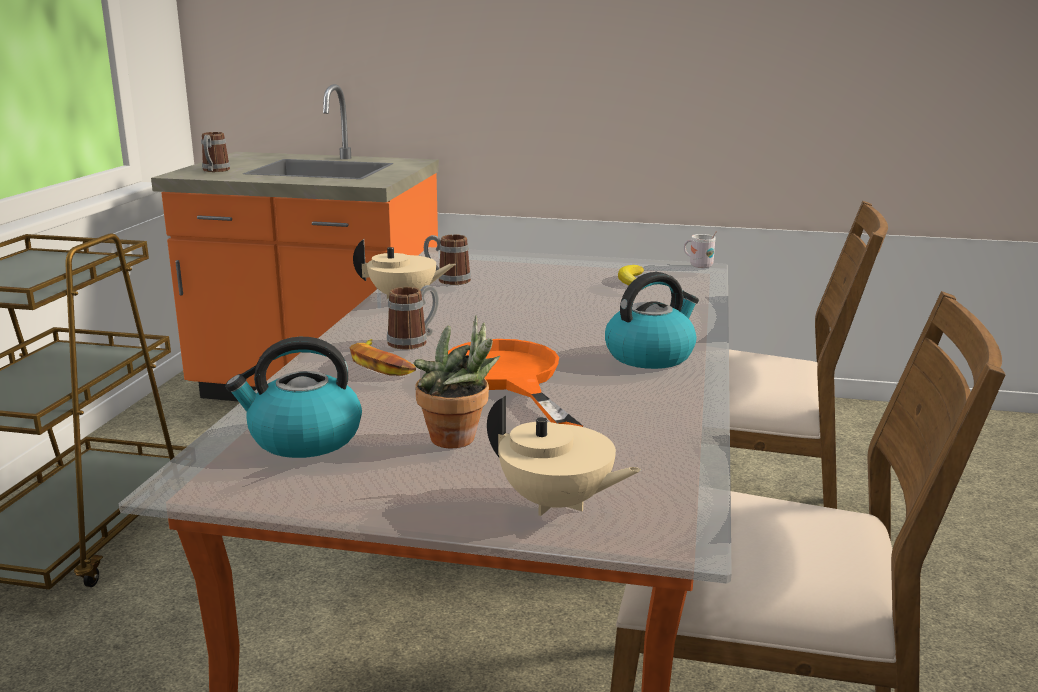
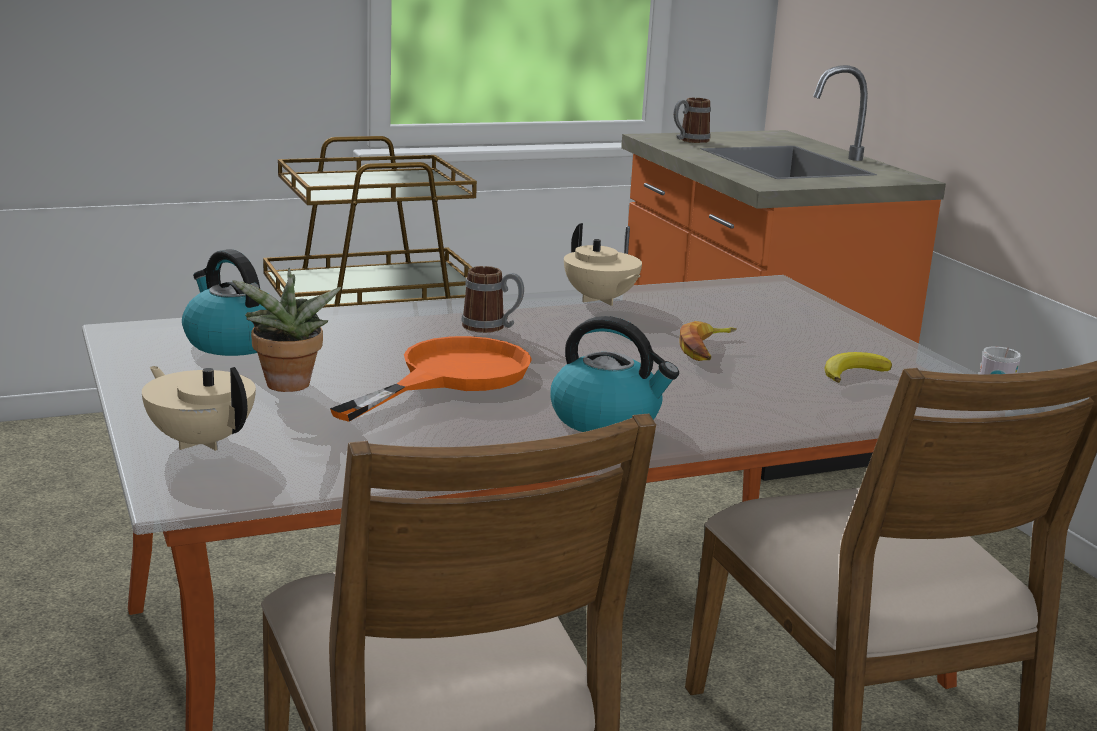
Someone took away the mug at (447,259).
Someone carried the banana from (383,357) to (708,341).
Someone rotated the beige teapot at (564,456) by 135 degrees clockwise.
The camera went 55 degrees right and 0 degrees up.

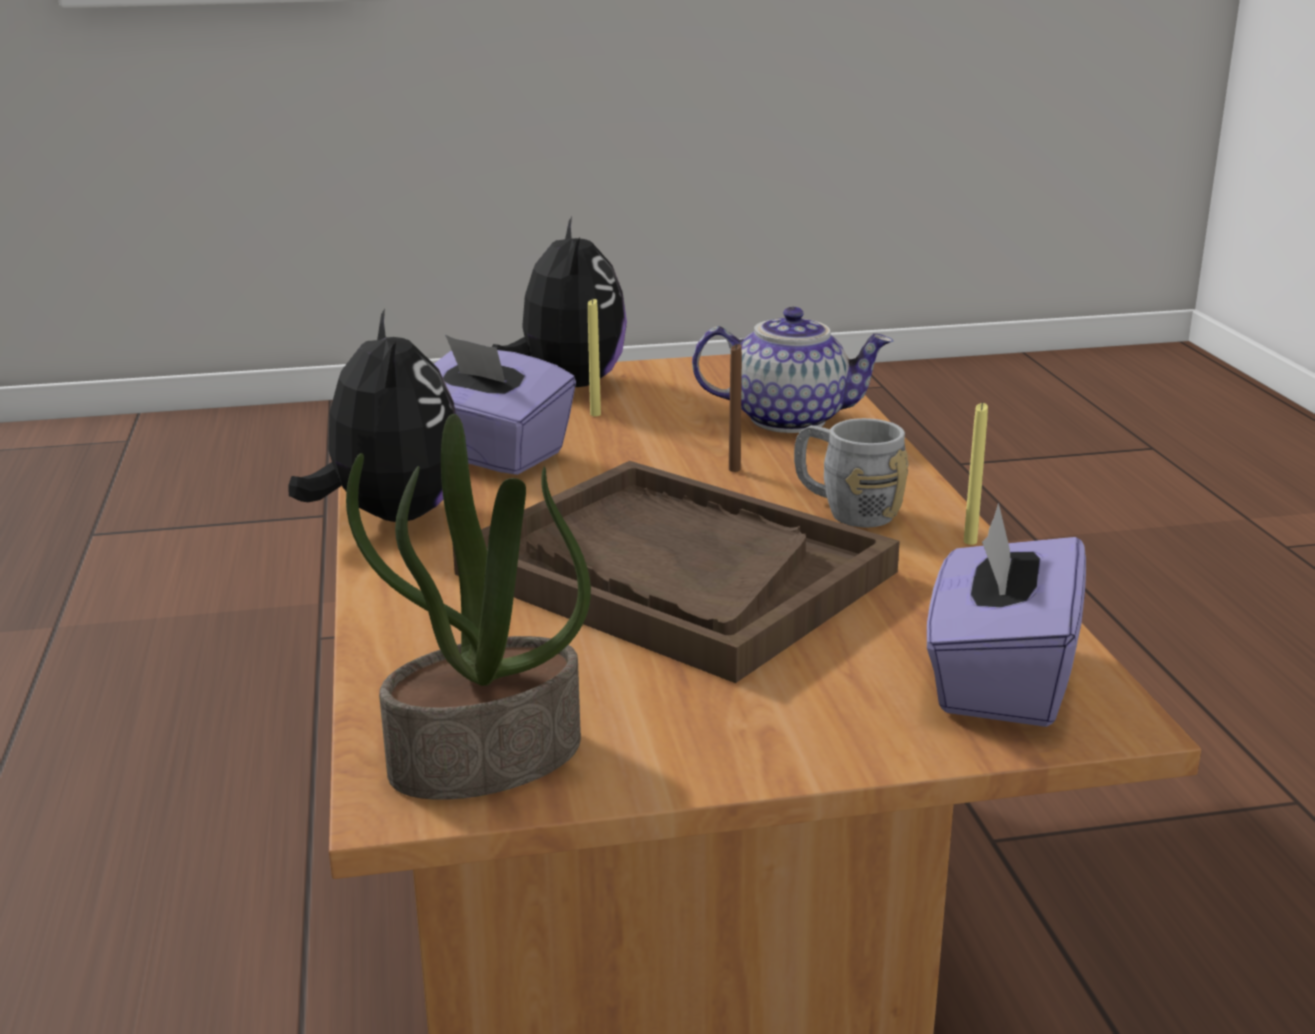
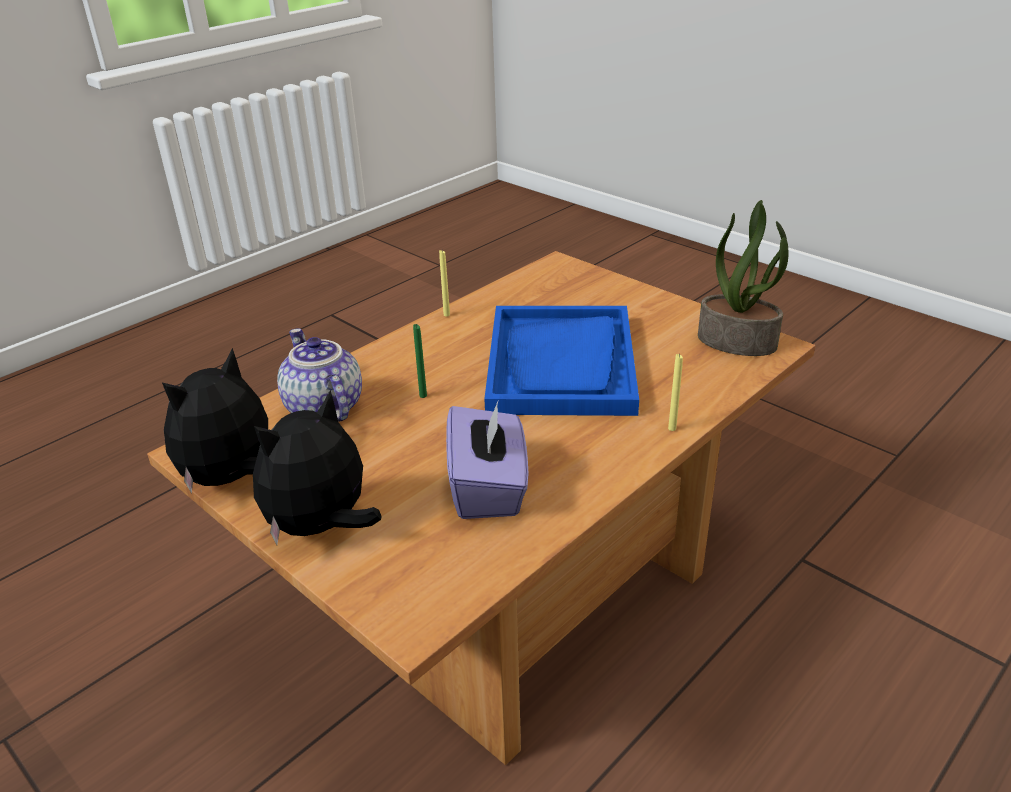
Someone took away the grey mug at (851,472).
Someone took away the purple tissue box at (1006,615).
Someone carried the plush toy from (372,415) to (215,421).
Someone carried the yellow candle from (594,357) to (675,392).
Someone repainted the brown tray at (676,572), which became the blue tray at (561,361).
Someone repainted the brown candle at (735,407), which became the green candle at (420,361).
The camera went 125 degrees left and 10 degrees up.

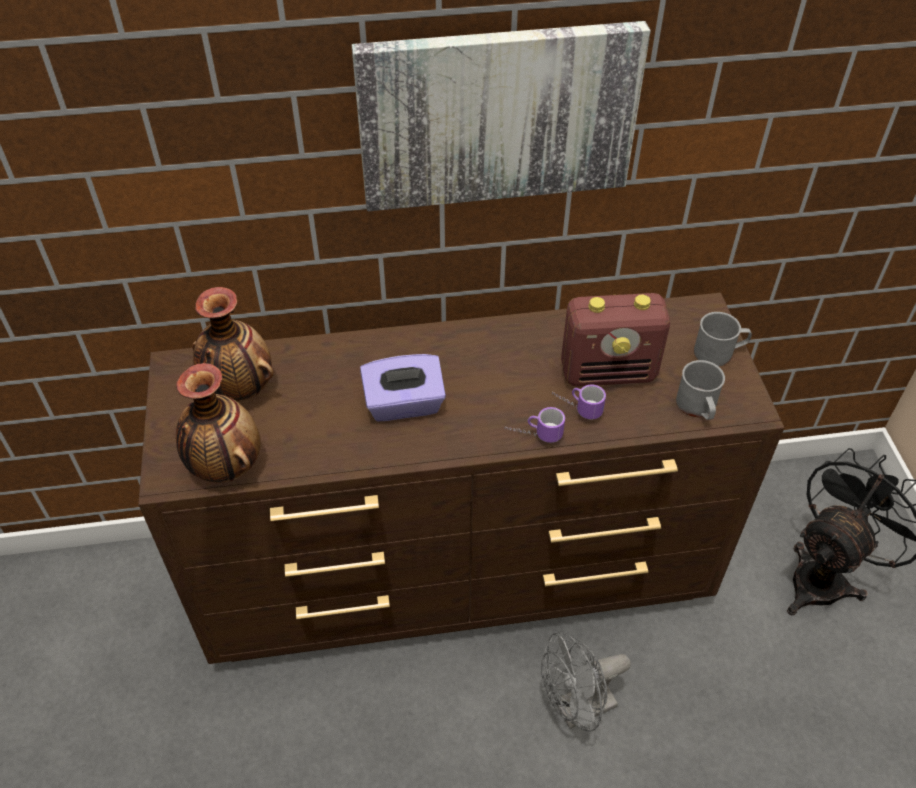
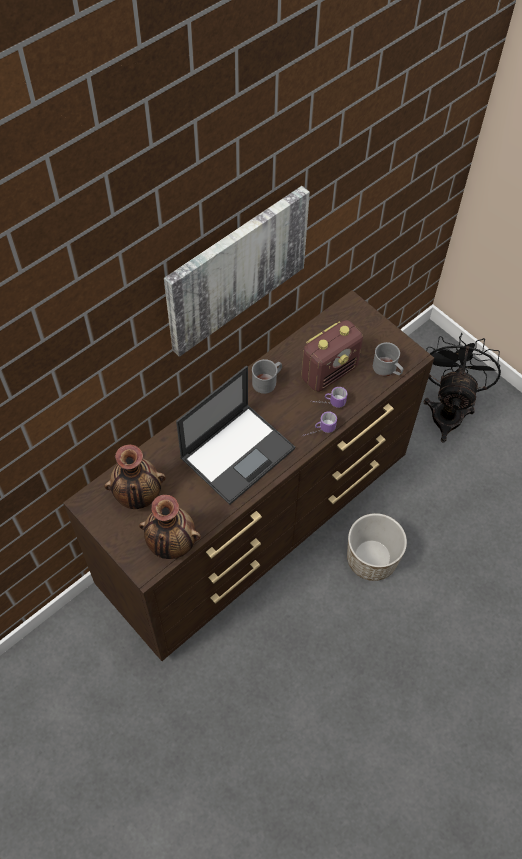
Someone carried the grey mug from (723,339) to (267,376).
Someone swapped the purple tissue box at (403,387) for the laptop at (235,435).
Someone swapped the grey fan at (586,681) for the planter at (377,547).
The camera went 35 degrees left and 10 degrees up.

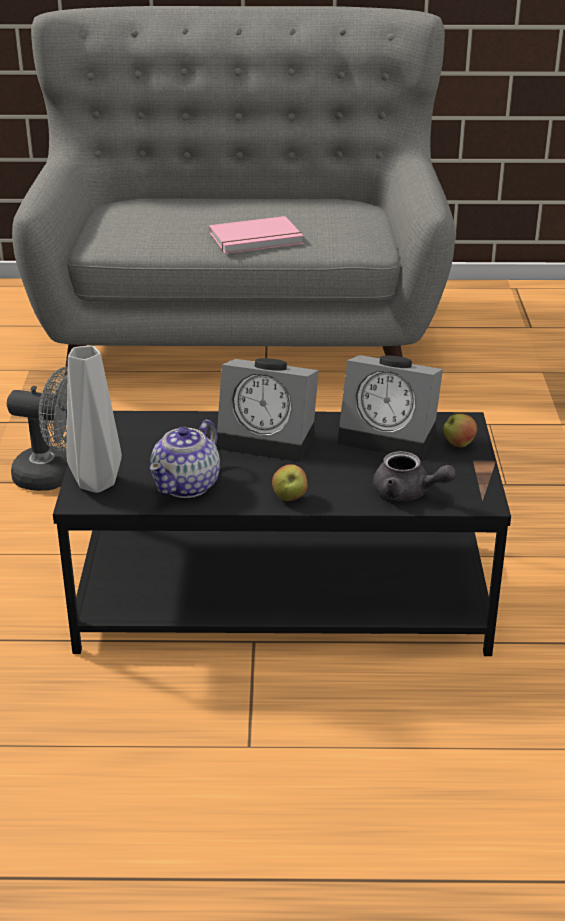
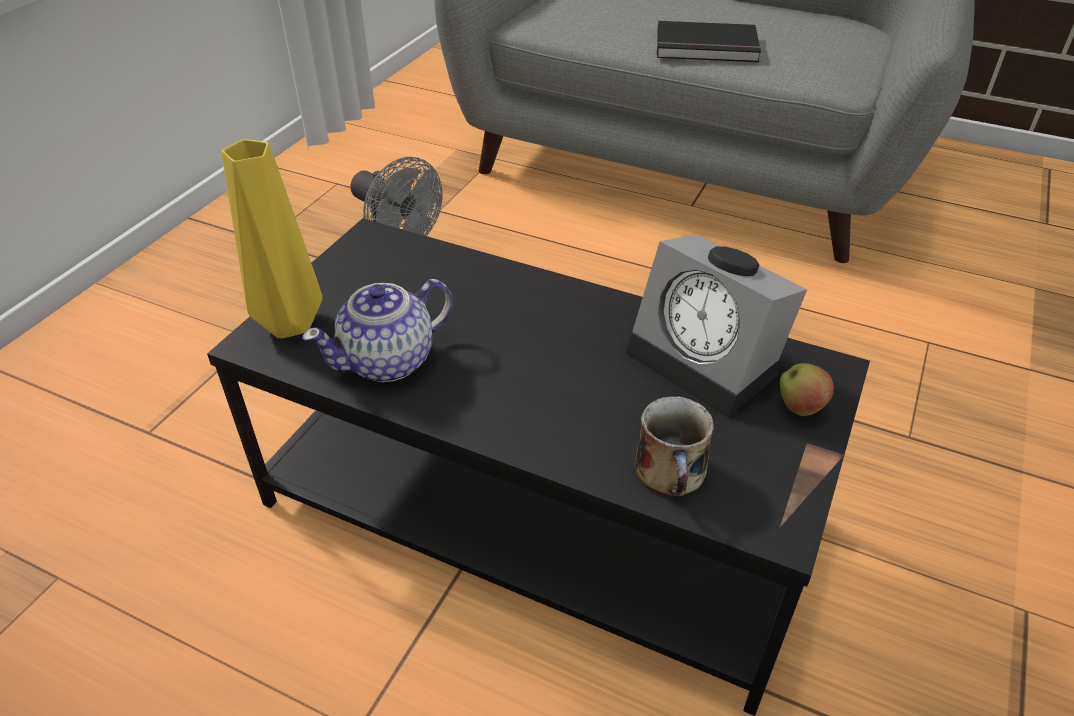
Someone took away the alarm clock at (267,410).
Someone took away the apple at (289,482).
Someone swapped the grey teapot at (414,476) for the mug at (674,446).
Someone repainted the grey vase at (94,419), which became the yellow vase at (272,239).
Someone repainted the pink book at (256,235), which became the black book at (708,41).
The camera went 25 degrees right and 10 degrees up.

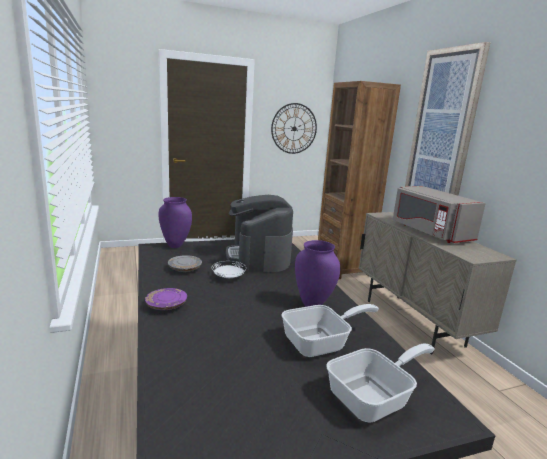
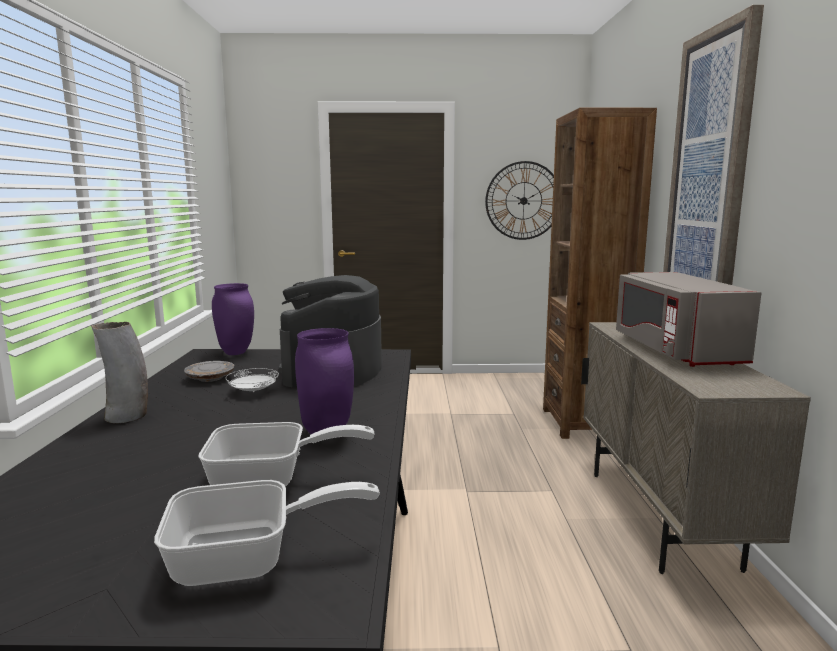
Someone swapped the purple plate at (166,299) for the vase at (119,372).
The camera went 20 degrees right and 5 degrees down.

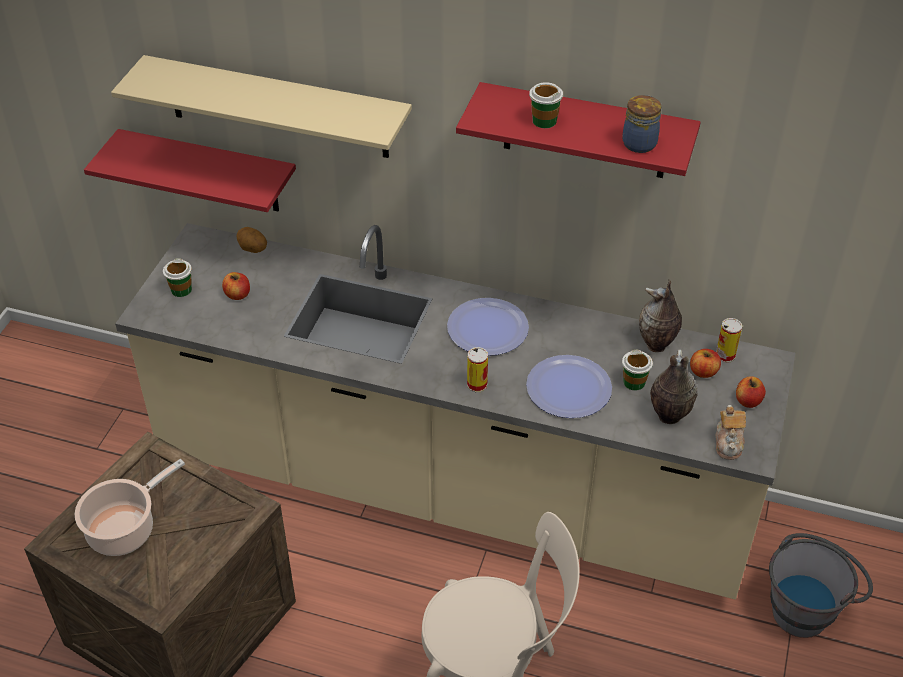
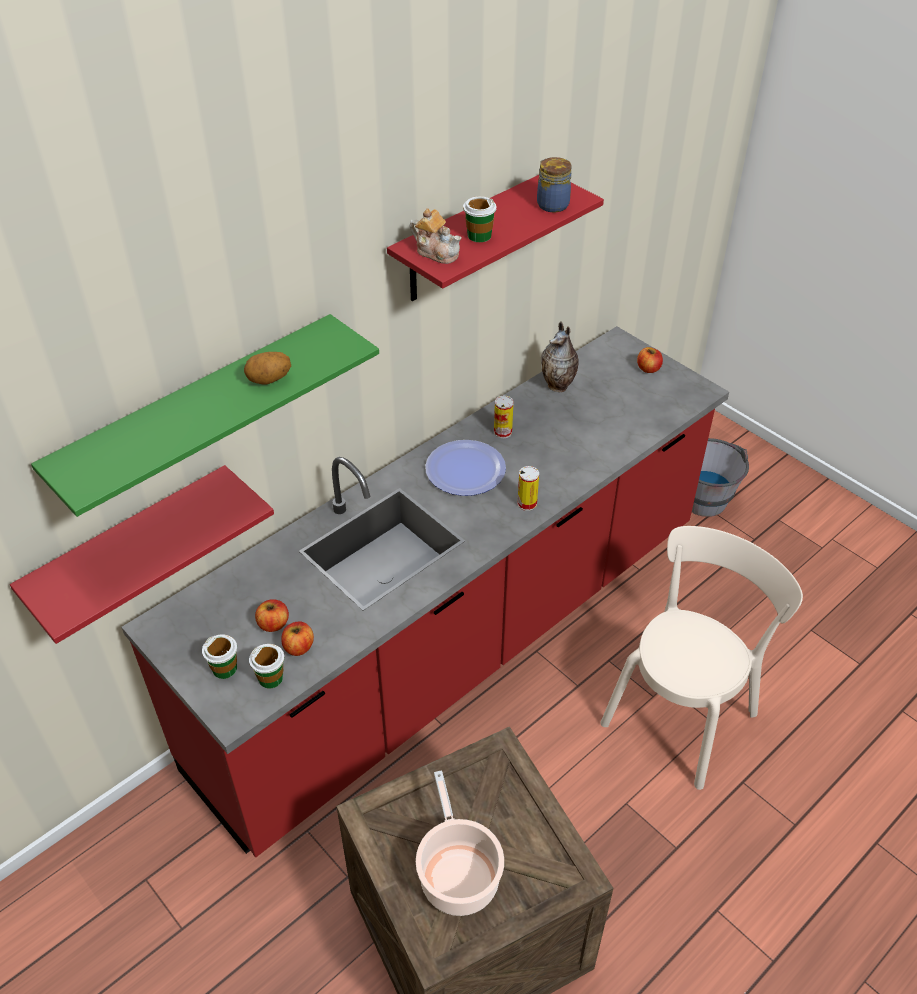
Someone took away the plate at (569,386).
Someone took away the vase at (674,386).
Someone carried the potato from (251,240) to (267,368).
Someone carried the cup from (637,369) to (266,666).
Someone carried the apple from (705,363) to (297,639).
Someone carried the can from (729,340) to (504,417).
Someone carried the teapot from (731,432) to (435,236).
Someone repainted the beige shelf at (261,106), which became the green shelf at (205,415).
Someone repainted the beige counter at (455,411), which became the red counter at (425,591).
The camera went 60 degrees left and 0 degrees up.

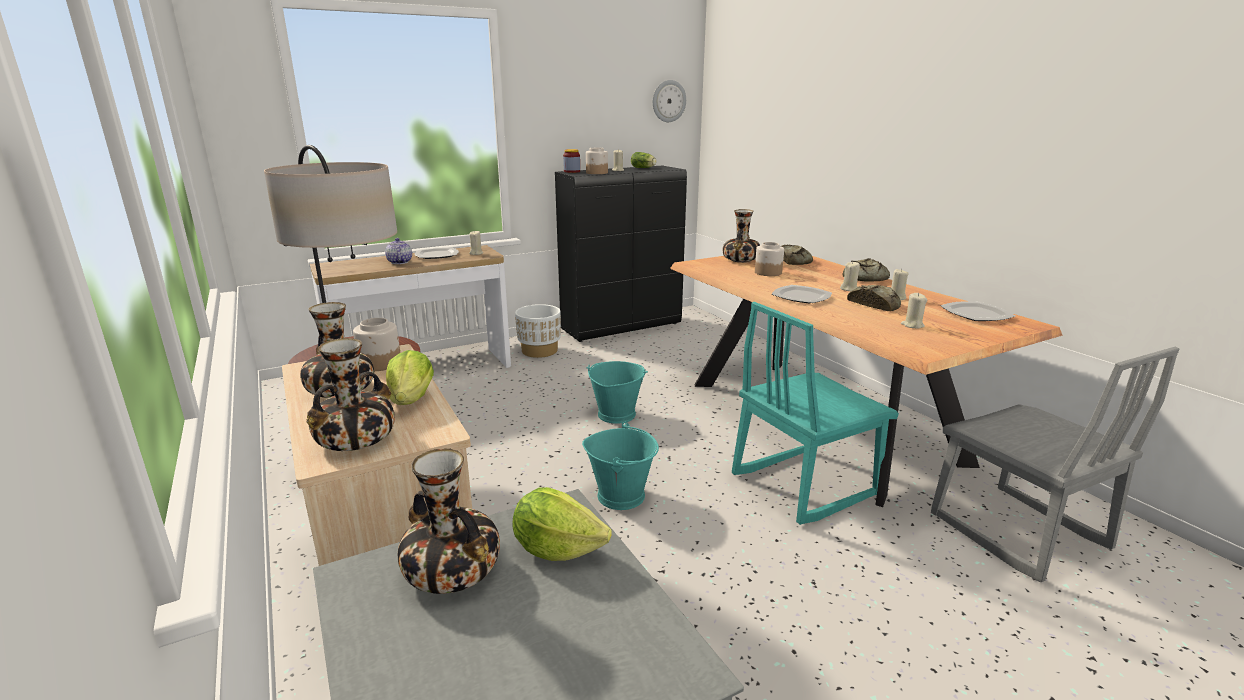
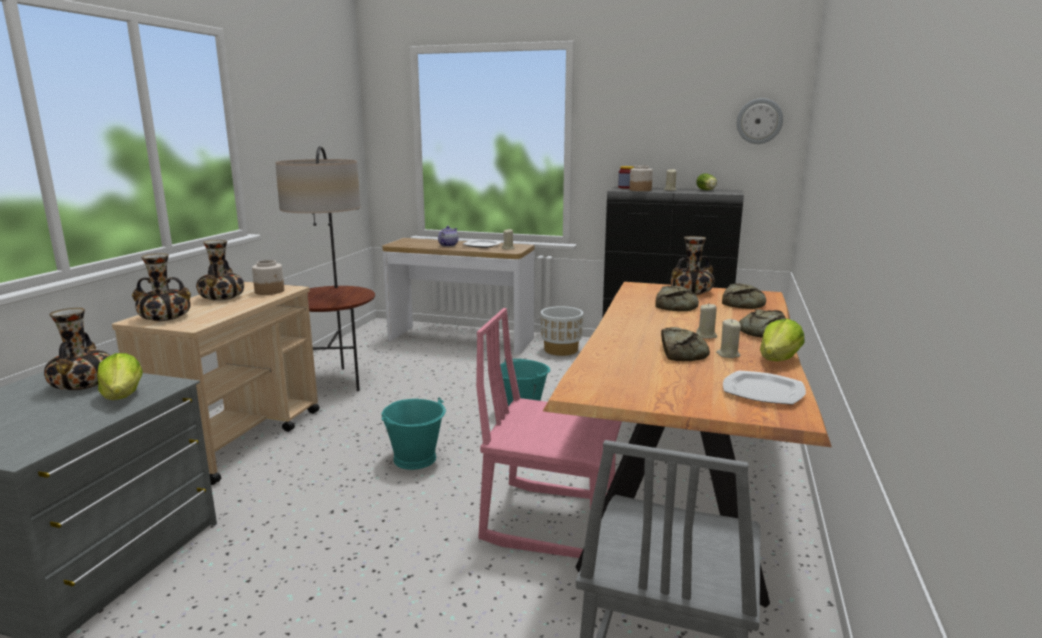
Someone took away the plate at (802,294).
Someone took away the beige candle at (914,311).
Someone carried the lettuce from (410,377) to (782,340).
Someone swapped the jar at (769,259) for the bread at (677,298).
Someone repainted the turquoise chair at (815,413), which became the pink chair at (549,433).
The camera went 45 degrees right and 5 degrees down.

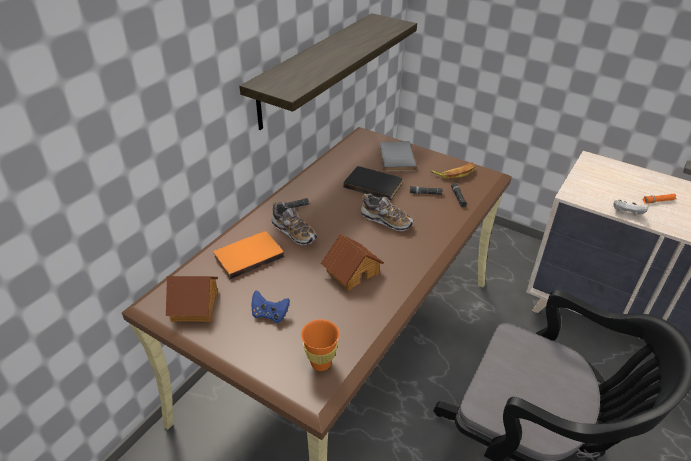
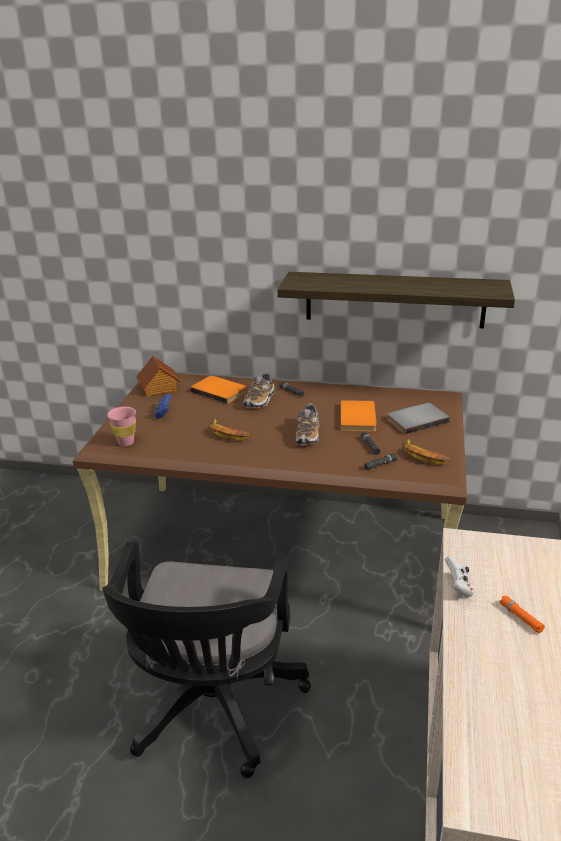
Someone swapped the toy house at (352,262) for the banana at (230,429).
Someone repainted the orange cup at (320,345), which became the pink cup at (121,426).
Someone repainted the black book at (372,183), which became the orange book at (358,416).
The camera went 70 degrees right and 10 degrees down.

